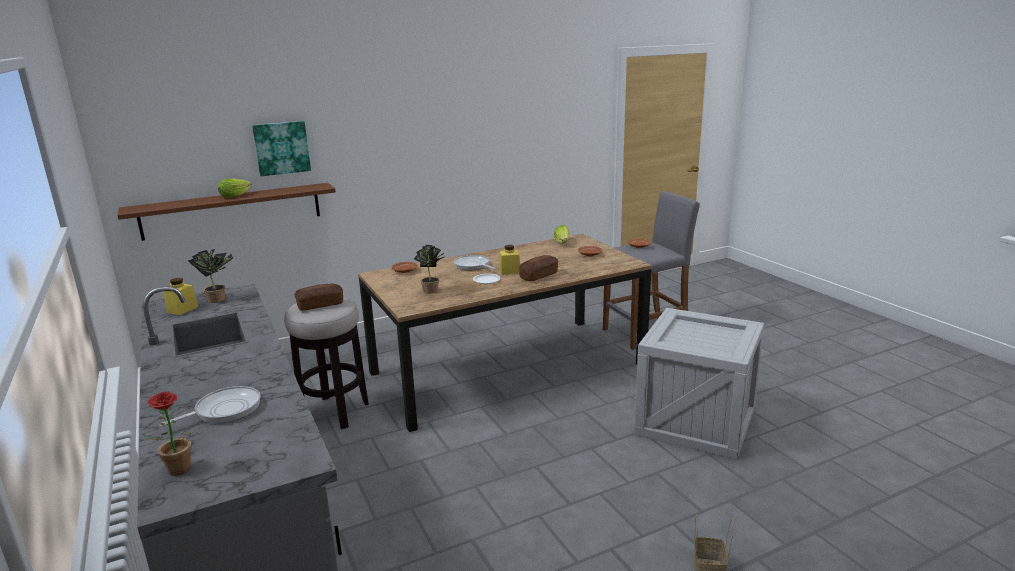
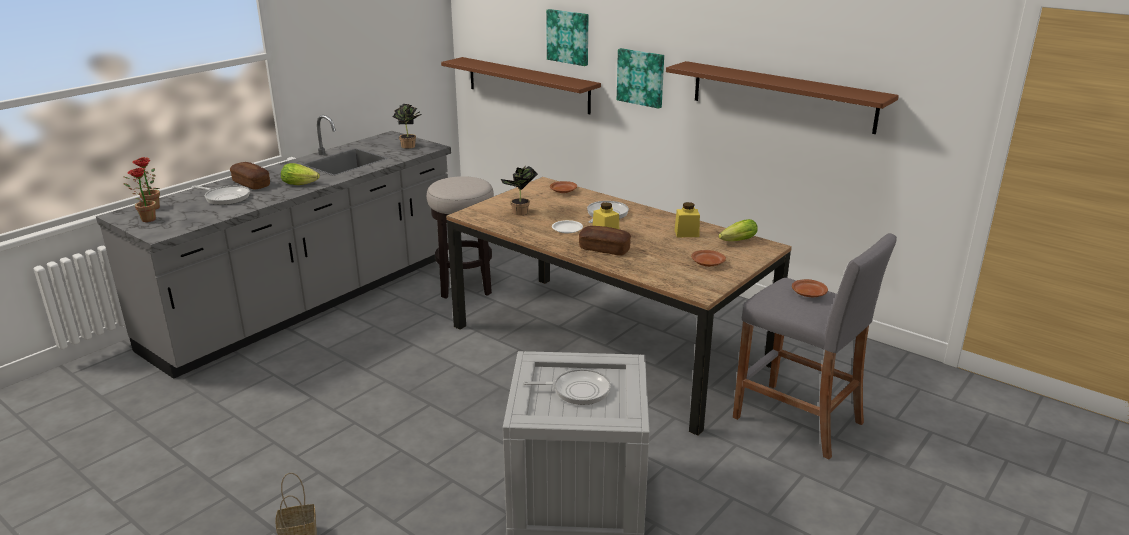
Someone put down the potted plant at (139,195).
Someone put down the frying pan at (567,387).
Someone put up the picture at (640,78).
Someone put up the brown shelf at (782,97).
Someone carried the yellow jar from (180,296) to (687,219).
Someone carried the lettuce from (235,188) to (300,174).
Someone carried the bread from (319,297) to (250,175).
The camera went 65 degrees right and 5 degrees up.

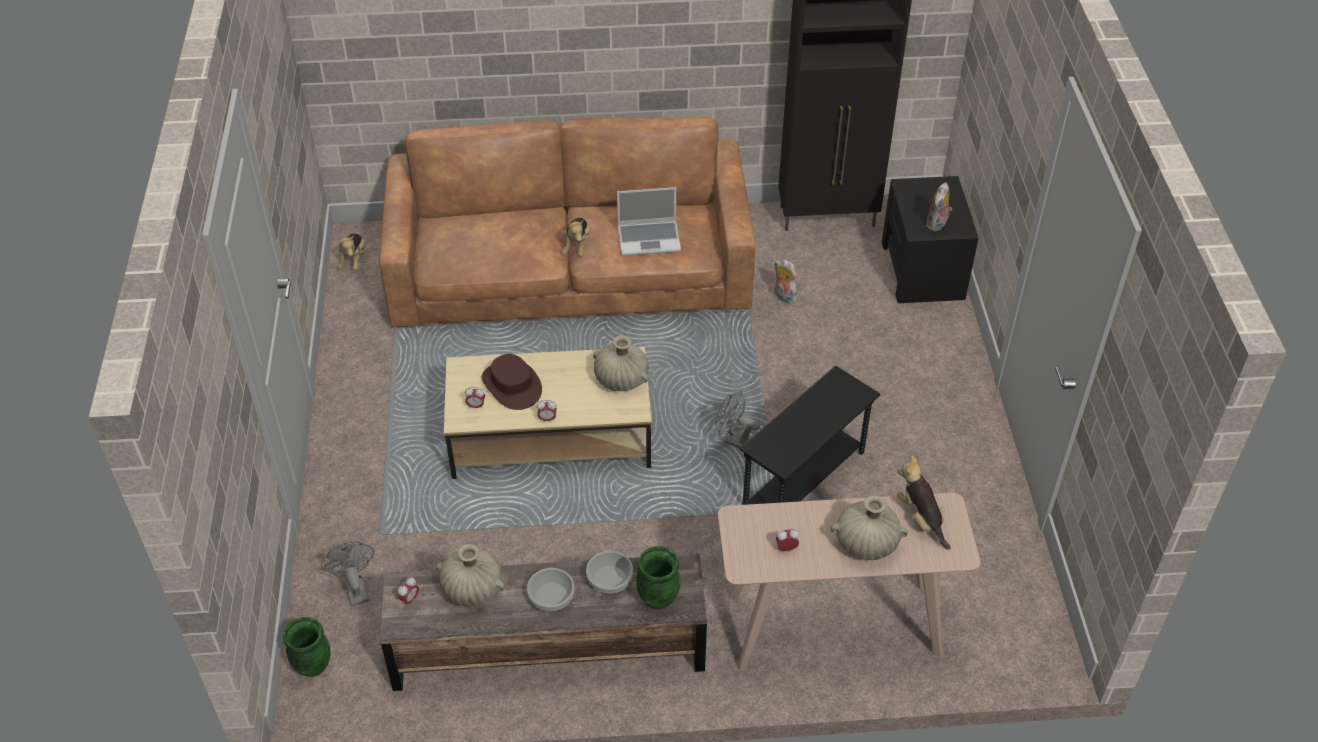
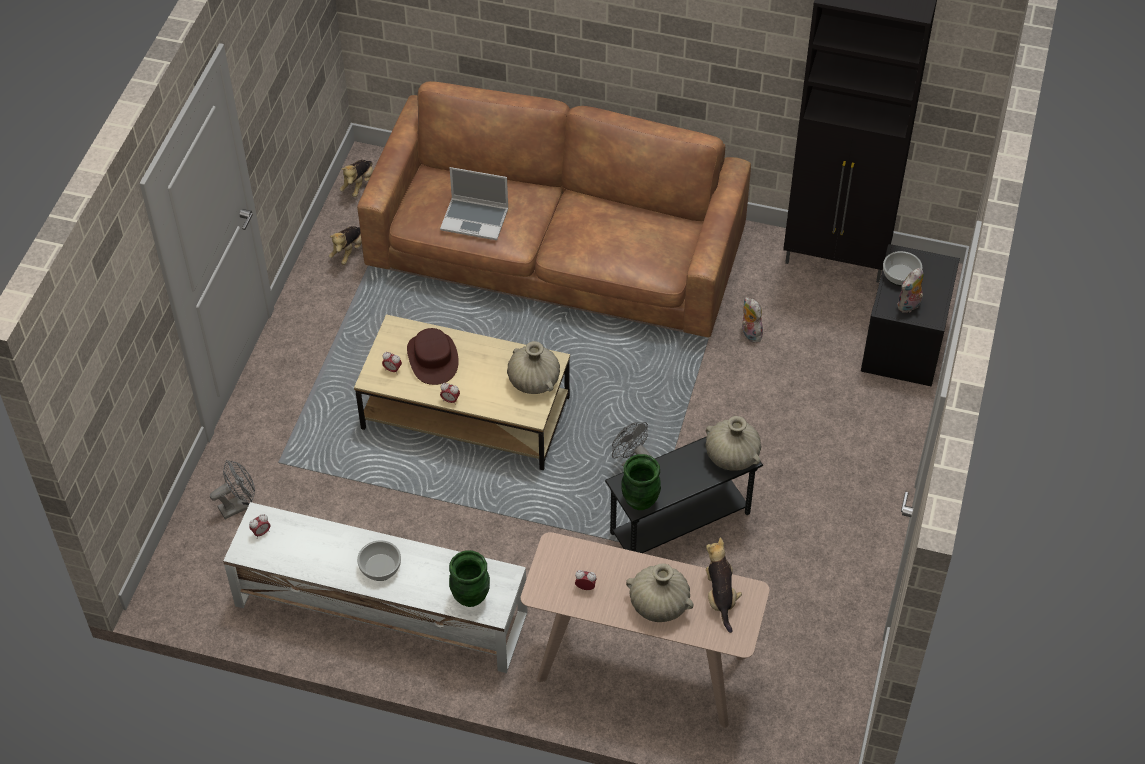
Someone carried the green vase from (307,647) to (641,482).
Someone carried the beige vase from (470,575) to (733,443).
Someone carried the plush toy from (575,237) to (345,245).
Someone carried the bowl from (609,573) to (902,268).
Someone carried the laptop from (649,221) to (474,203).
Someone repainted the brown tv stand at (543,622), which became the white tv stand at (375,587).
Someone rotated the grey fan at (347,573) by 60 degrees clockwise.
The camera went 20 degrees right and 5 degrees up.

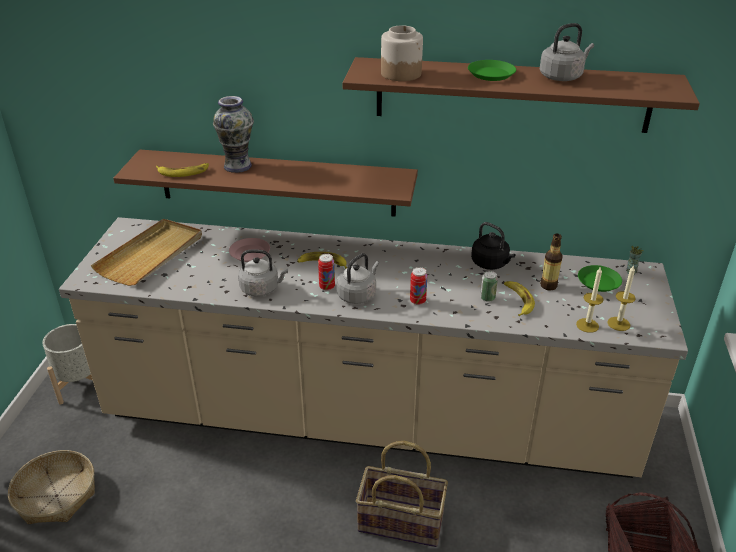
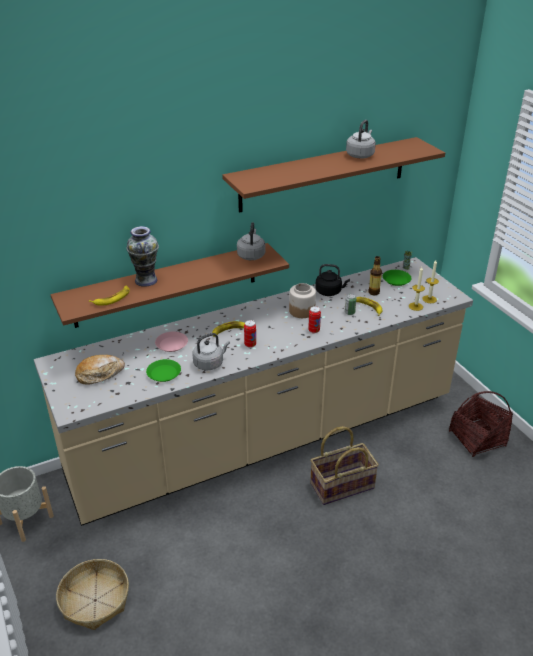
Someone carried the grey kettle from (357,278) to (251,241).
Someone carried the jar from (402,53) to (302,300).
Someone carried the green plate from (492,70) to (163,370).
Someone swapped the beige tray at (146,252) for the bread at (100,370).
The camera went 35 degrees left and 0 degrees up.

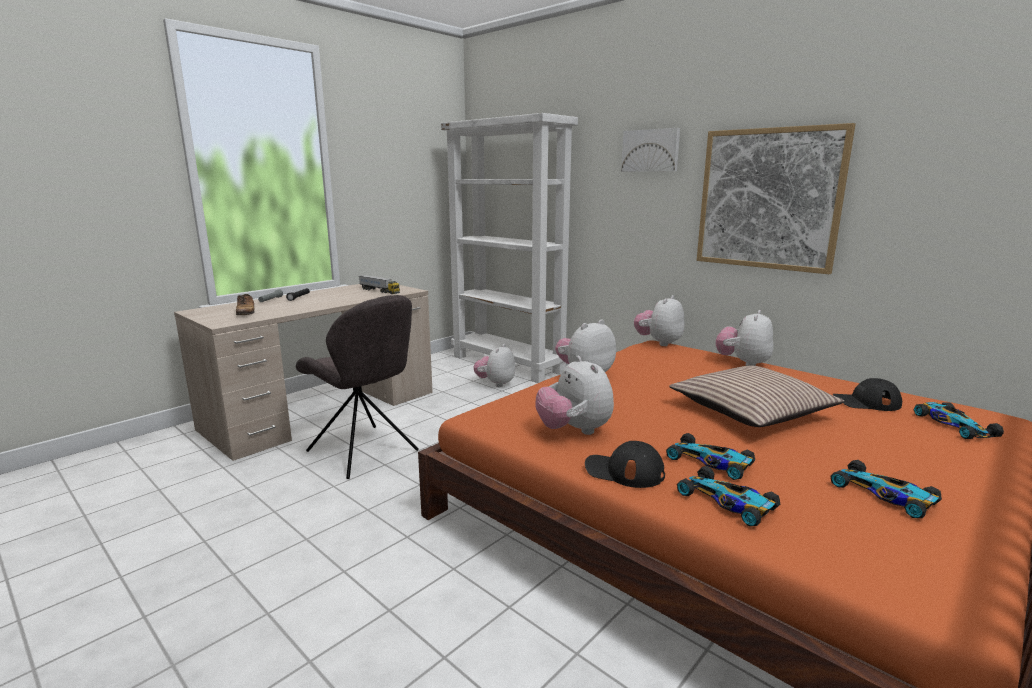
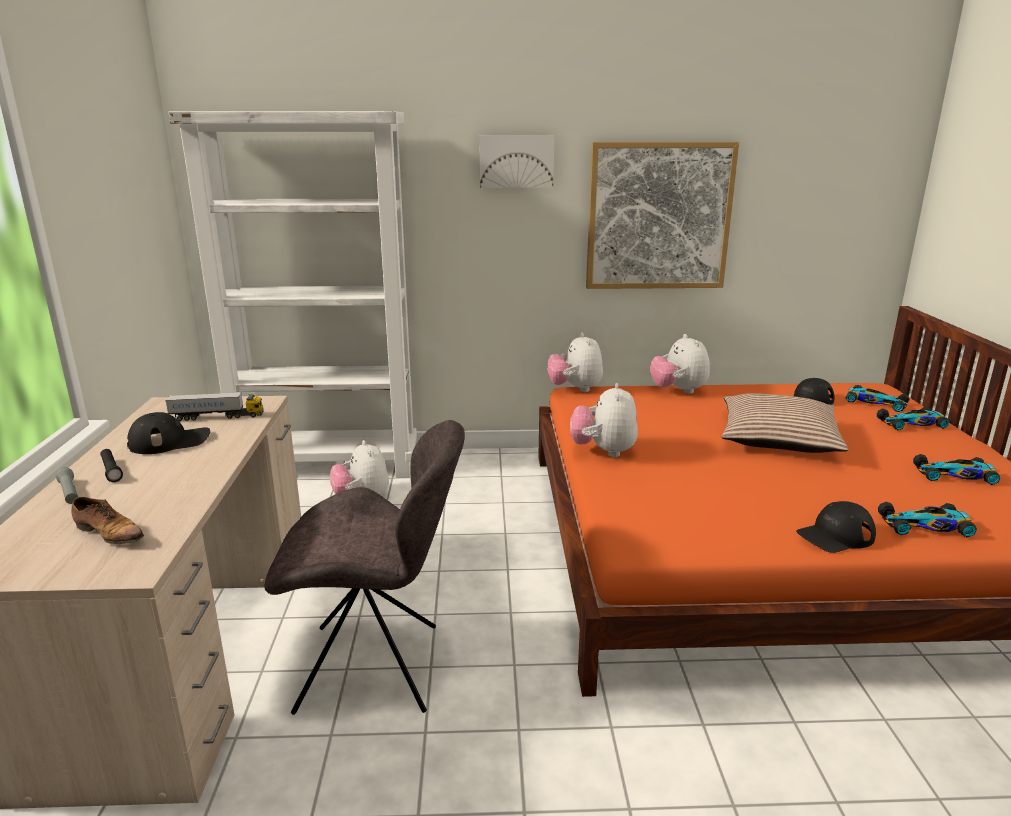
Someone took away the plush toy at (575,395).
Someone put down the black cap at (168,433).
Someone carried the toy car from (710,456) to (913,418).
The camera went 45 degrees left and 5 degrees up.

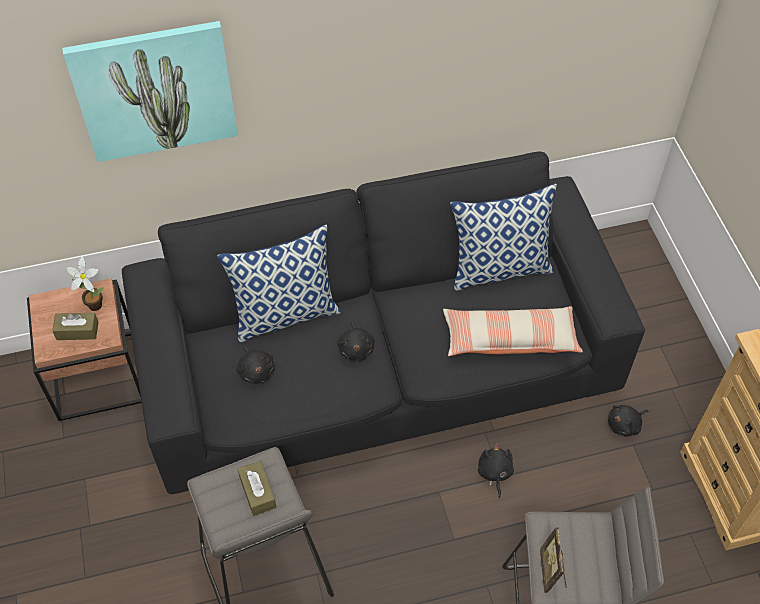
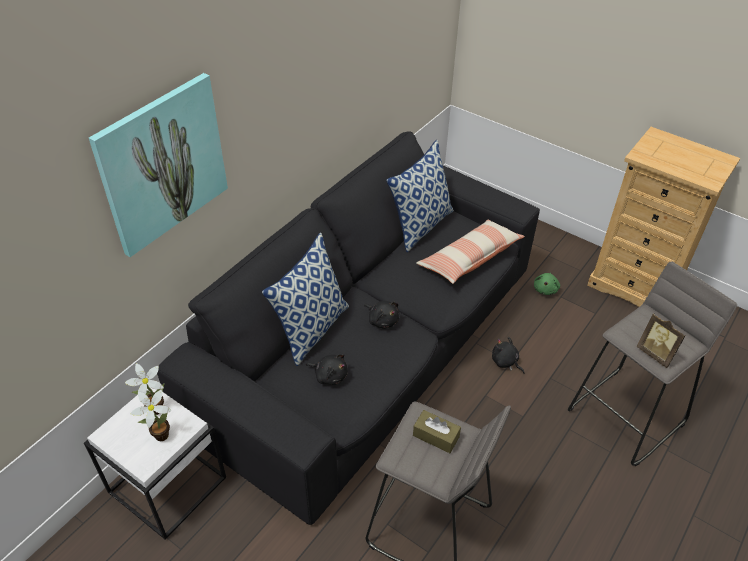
Someone swapped the brown tissue box at (75,326) for the potted plant at (150,415).
Someone repainted the brown side table at (84,349), which became the white side table at (155,463).
Someone repainted the black plush toy at (628,421), which became the green plush toy at (547,284).
The camera went 40 degrees left and 10 degrees down.

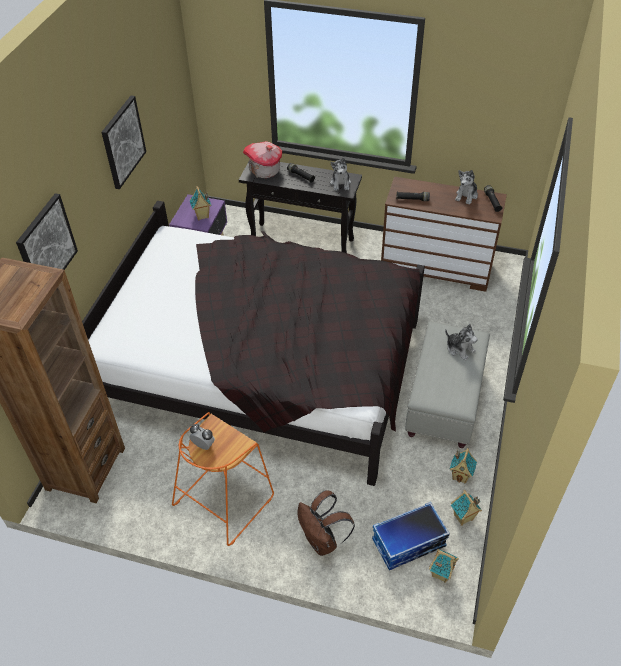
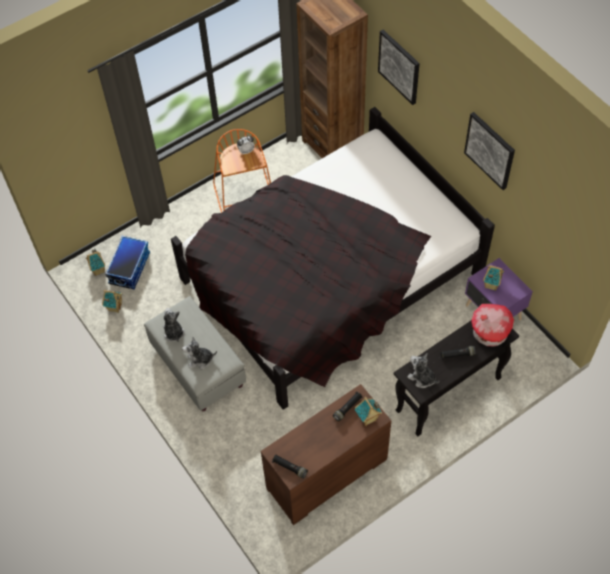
Someone took away the brown backpack at (326,523).
Someone carried the toy house from (463,466) to (368,411).
Someone carried the plush toy from (466,187) to (174,325).
The camera went 130 degrees right and 10 degrees up.

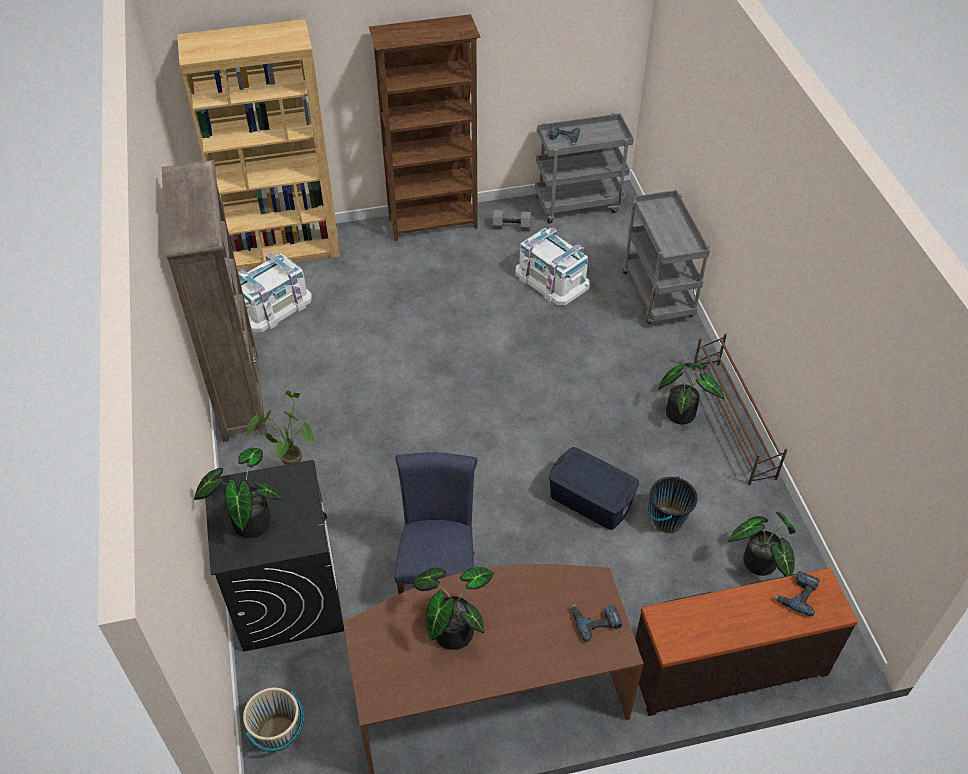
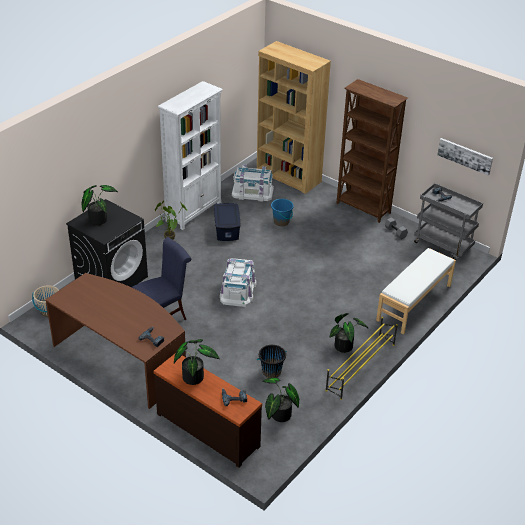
Someone put down the blue bucket at (282,212).
Someone put up the picture at (465,157).
Someone carried the potted plant from (453,608) to (197,362).
Someone carried the white storage box from (552,266) to (238,282).
Someone carried the blue storage box from (594,488) to (227,222).
Someone swapped the grey cart at (666,257) for the white bench at (416,291).
Someone repainted the brown bookcase at (214,301), which became the white bookcase at (190,155).
Someone repainted the brown shoe rack at (739,409), which became the yellow shoe rack at (361,358).
The camera went 50 degrees right and 10 degrees down.

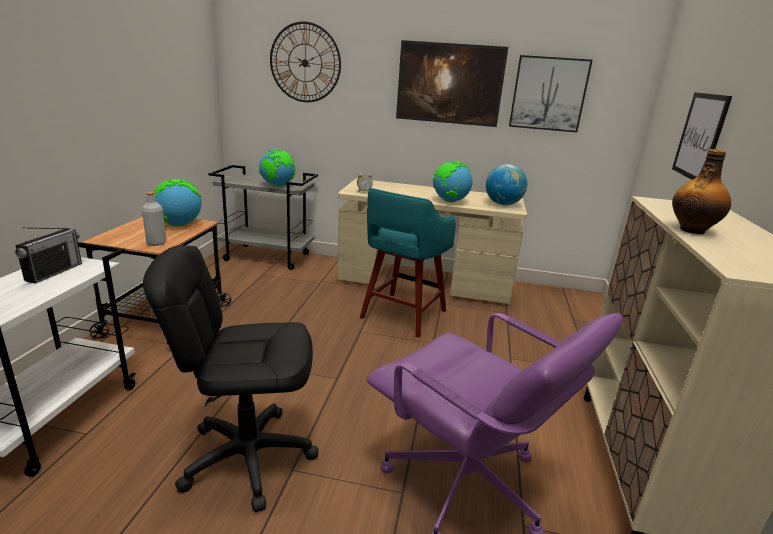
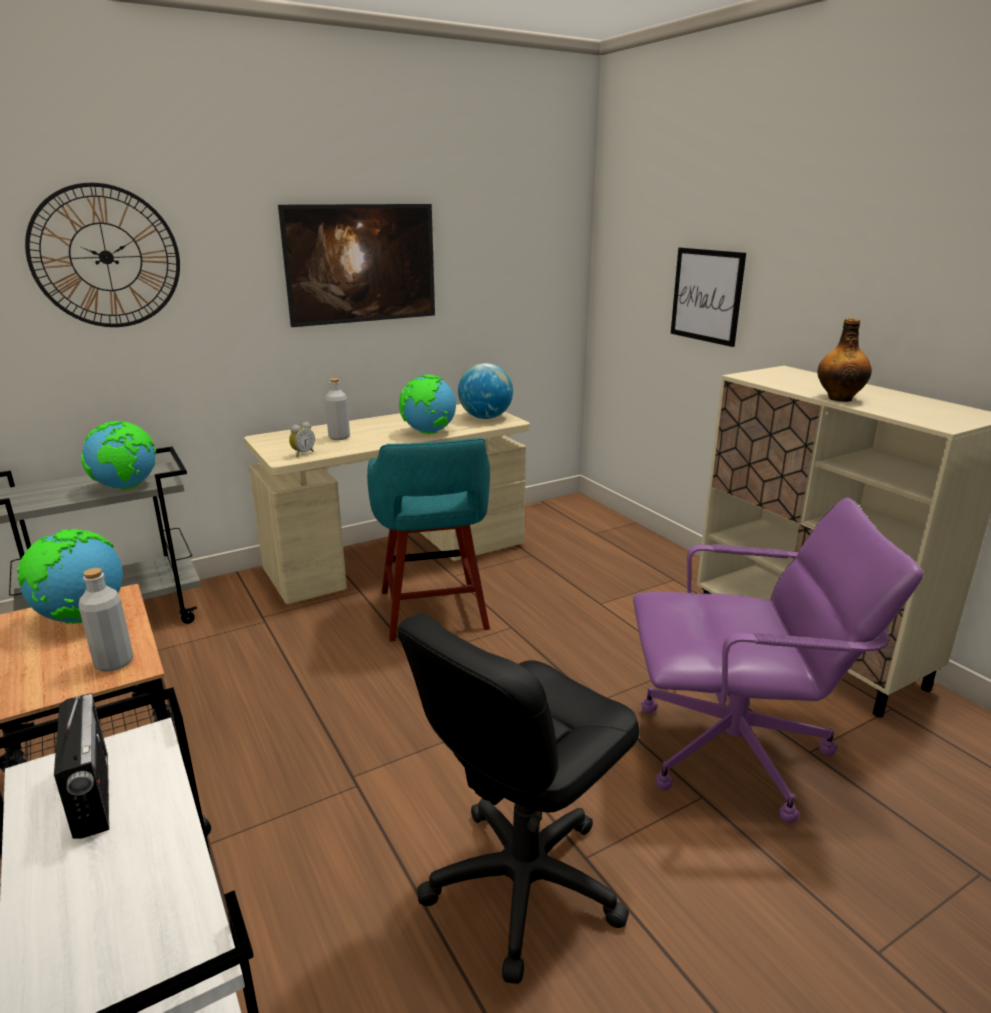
Someone took away the picture at (551,93).
Someone put down the grey bottle at (337,409).
The camera went 40 degrees left and 0 degrees up.

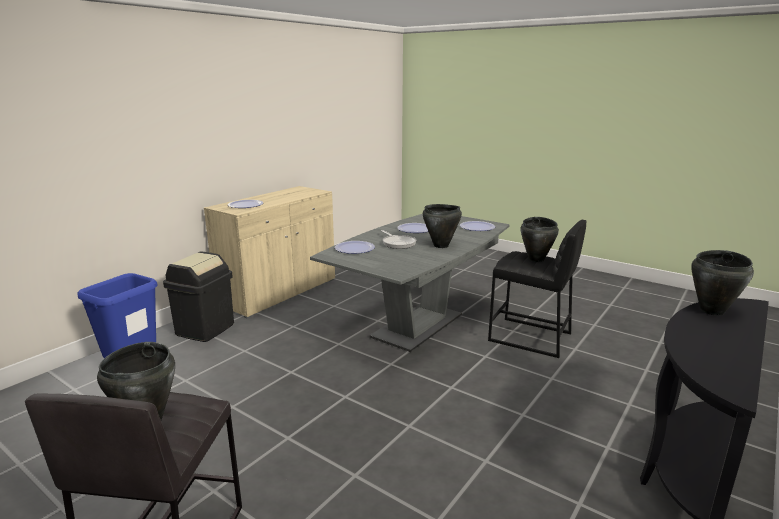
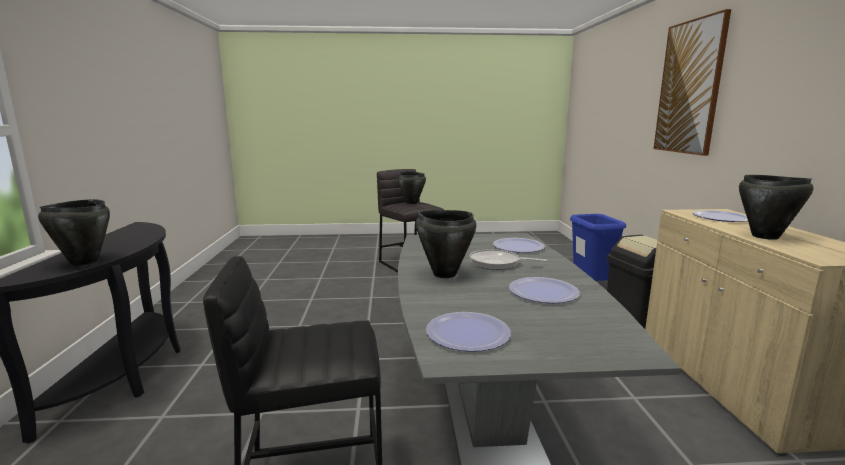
Someone put up the picture at (692,82).
Someone carried the black cooking pot from (539,239) to (776,207).
The camera went 140 degrees right and 5 degrees down.

